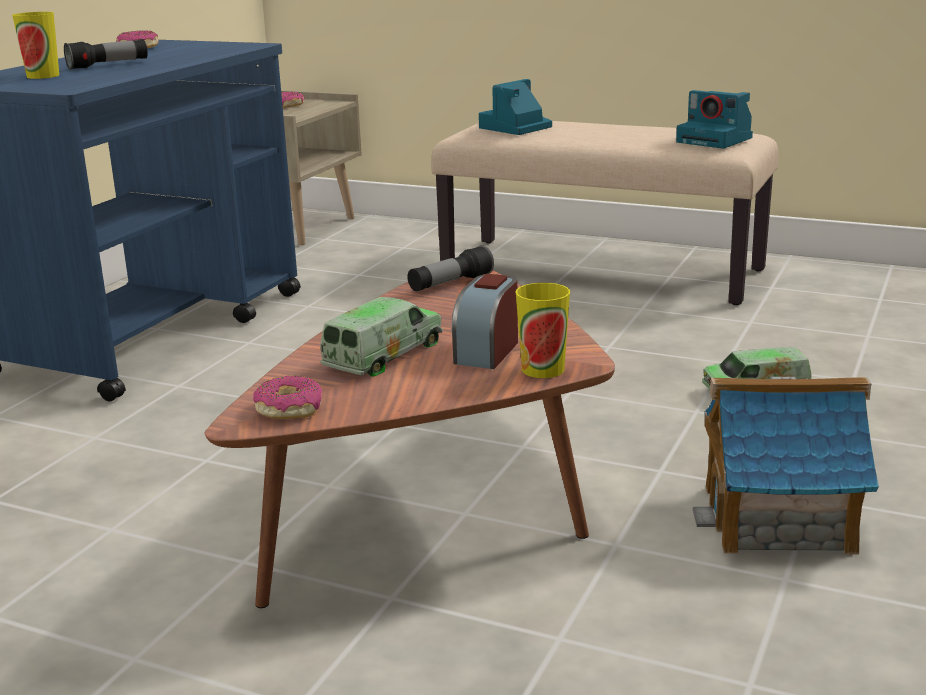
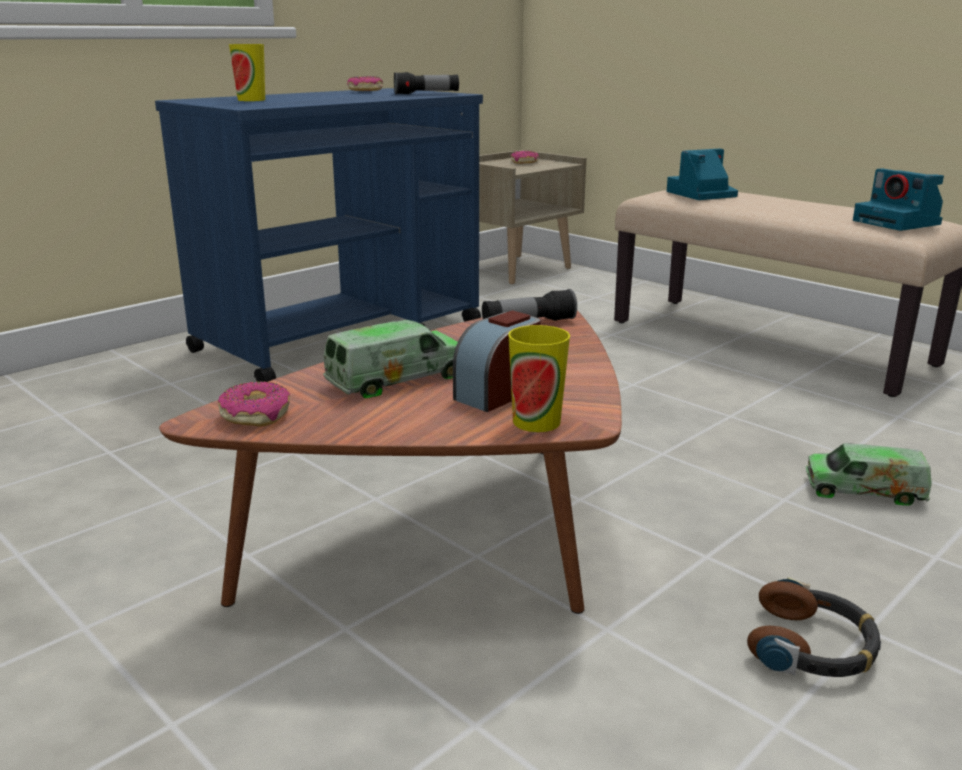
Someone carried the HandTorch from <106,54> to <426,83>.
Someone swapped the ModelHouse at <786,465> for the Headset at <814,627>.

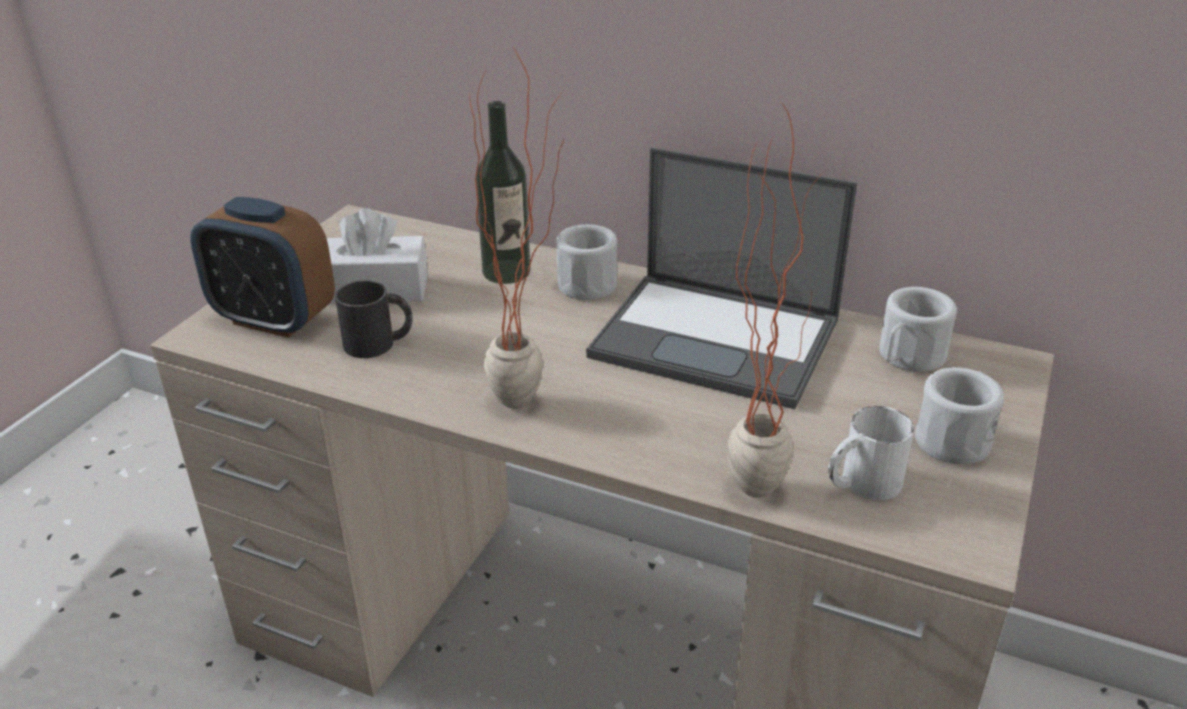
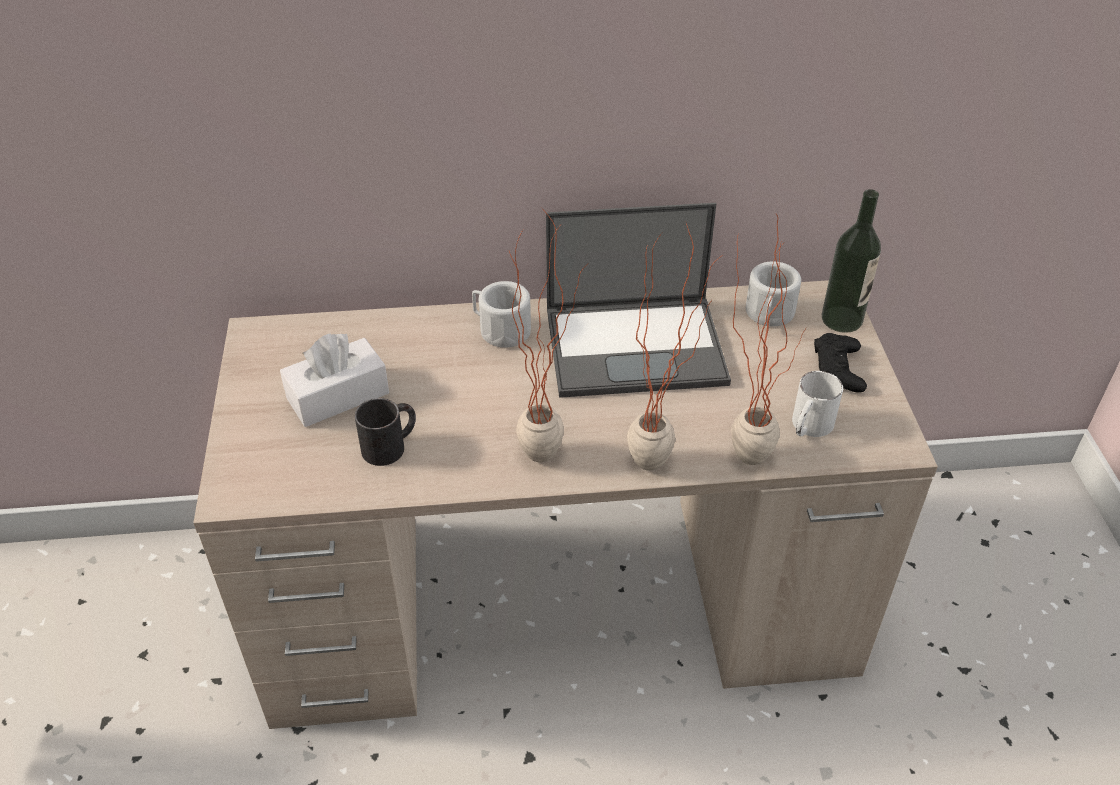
Someone took away the TableClock at <262,267>.
Someone carried the DrinkBottle from <503,192> to <851,261>.
Someone swapped the WhitishTeaMug at <959,415> for the BlackColouredGamepad at <840,363>.
Someone put down the Houseplant at <675,347>.

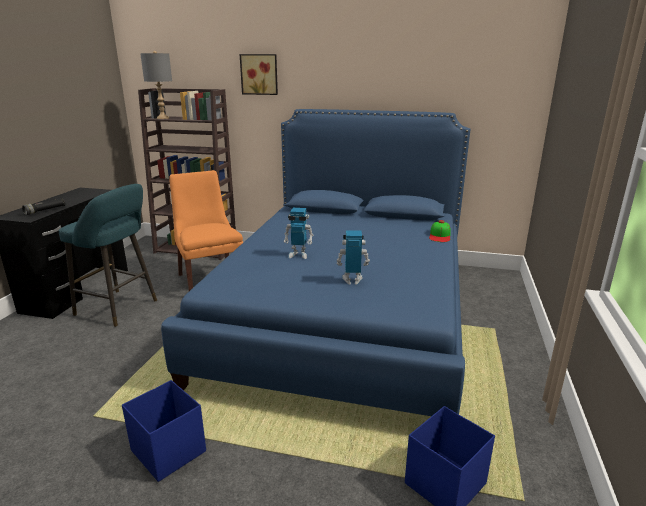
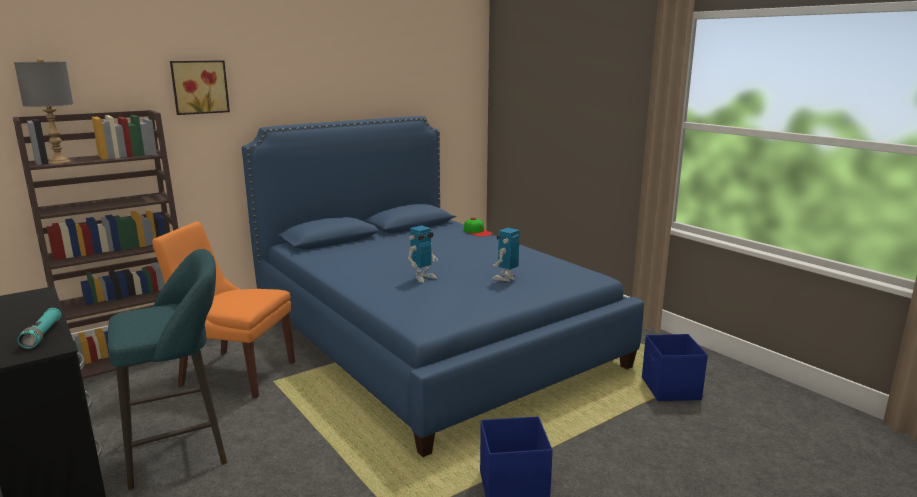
Someone repainted the BlackColouredHandTorch at <43,206>, which became the BlueGreenHandTorch at <39,328>.

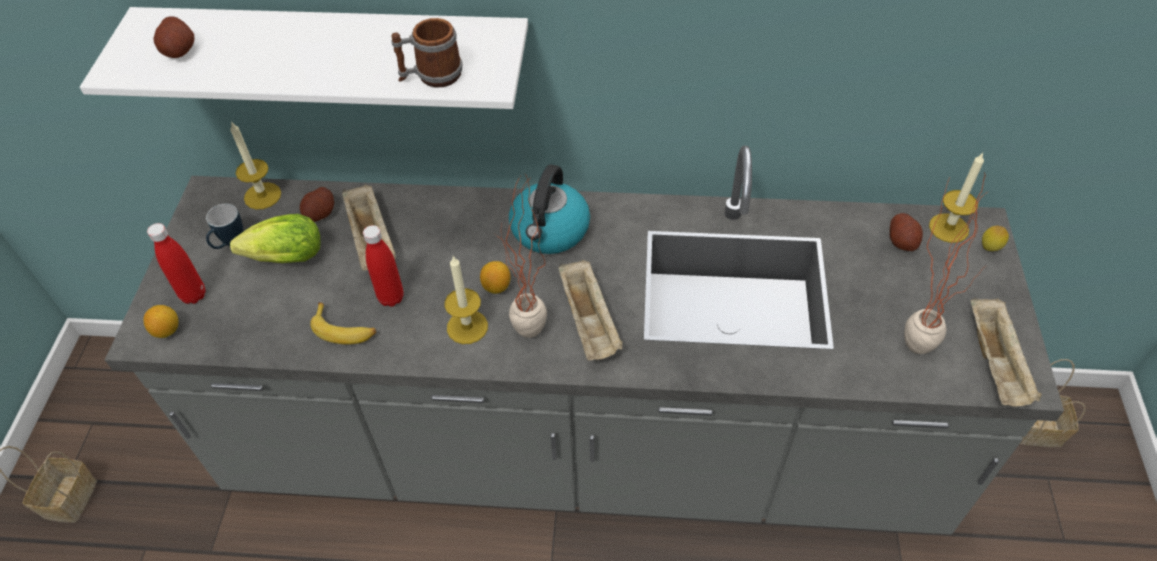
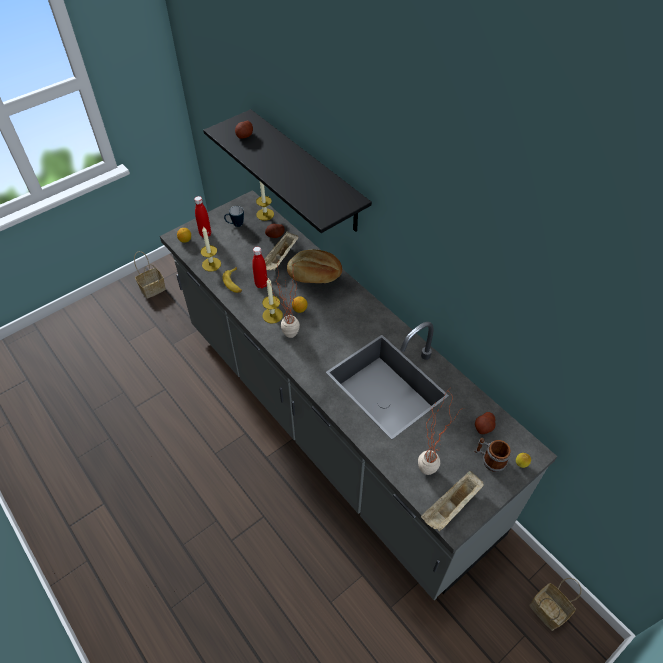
Someone repainted the WhitishWallShelf at <304,58>, which became the BlackColouredWallShelf at <287,171>.
Someone took away the LettuceHead at <275,238>.
Someone carried the TeaMug from <427,53> to <492,455>.
Someone took away the WaterKettle at <549,209>.
Someone took away the BeigeColouredCarryingTray at <590,310>.
Someone carried the WaxLight from <956,198> to <211,248>.
Someone put down the Bread at <314,266>.

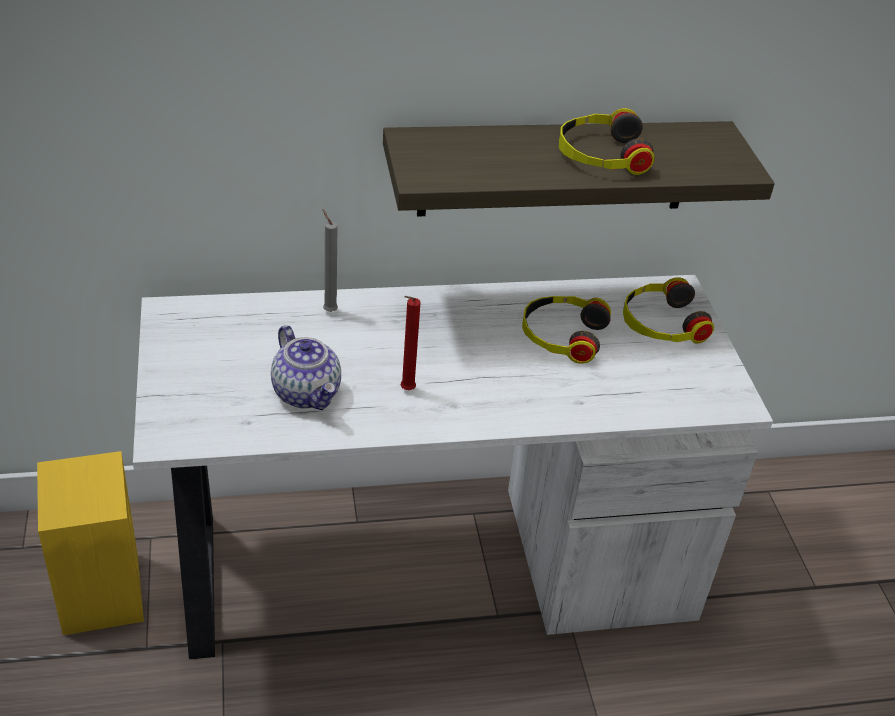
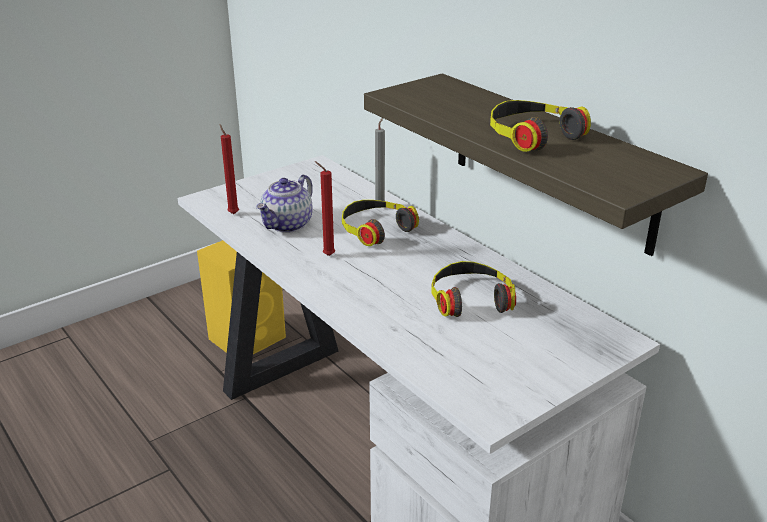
Someone carried the Headset from <668,310> to <380,223>.
Someone put down the ReddishWaxLight at <229,169>.

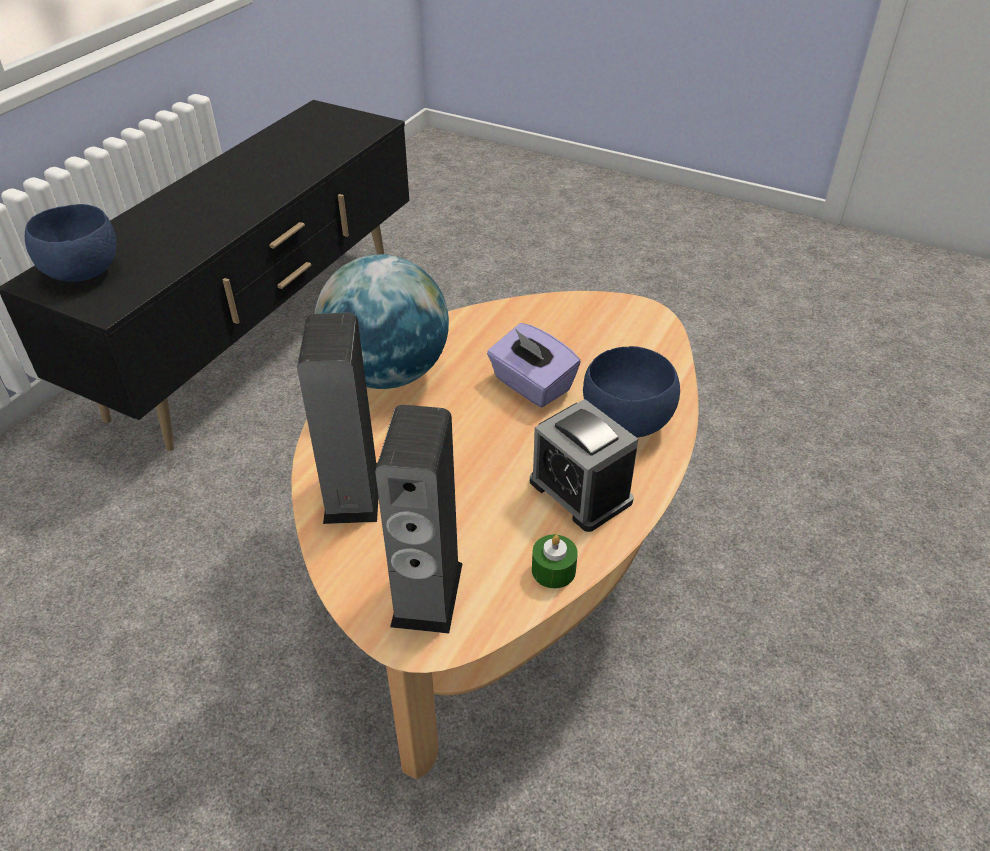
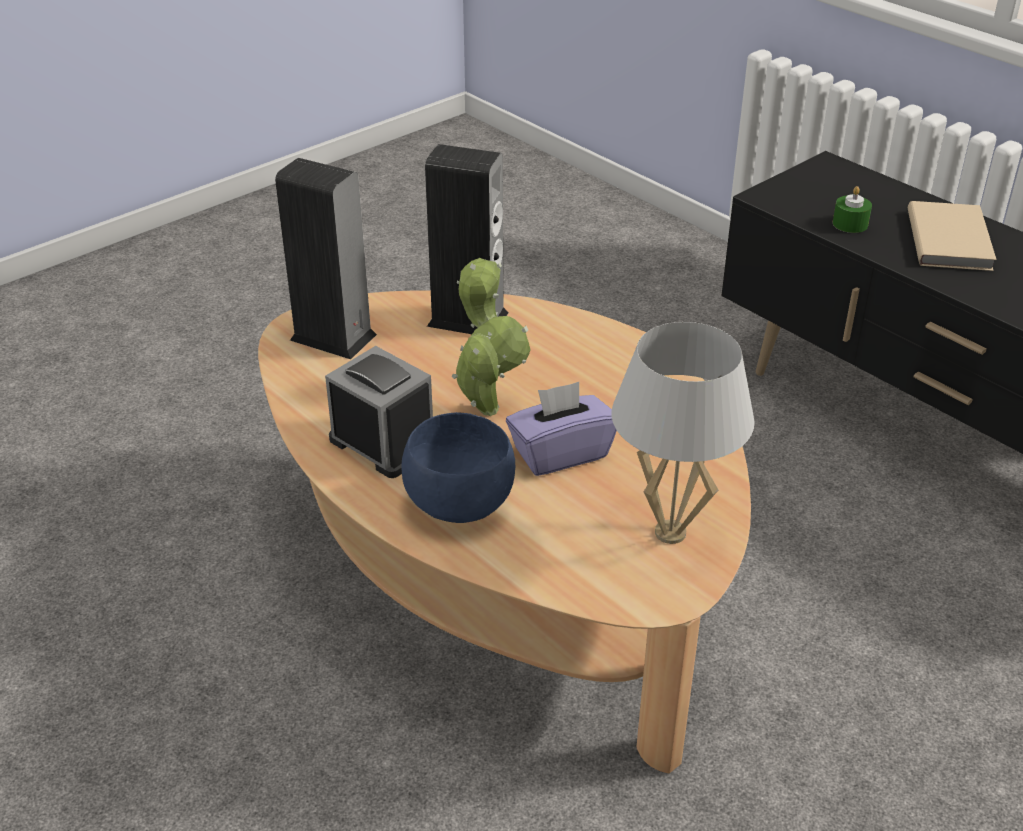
Someone took away the BlueColouredDeepDish at <70,243>.
Someone took away the WorldGlobe at <381,321>.
Someone rotated the TableClock at <584,465> by 60 degrees clockwise.
Someone carried the GreenishWaxLight from <555,561> to <852,209>.
Someone put down the Houseplant at <491,337>.
Someone put down the WhitishTabletopLamp at <683,433>.
Someone put down the BeigeColouredBook at <952,236>.

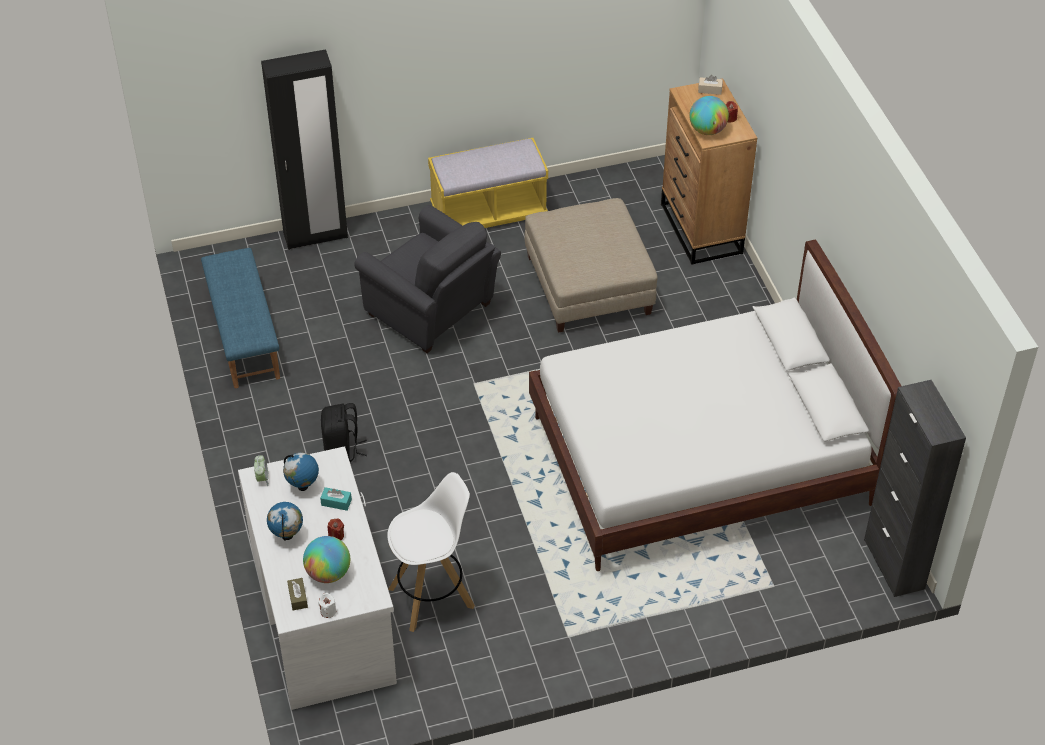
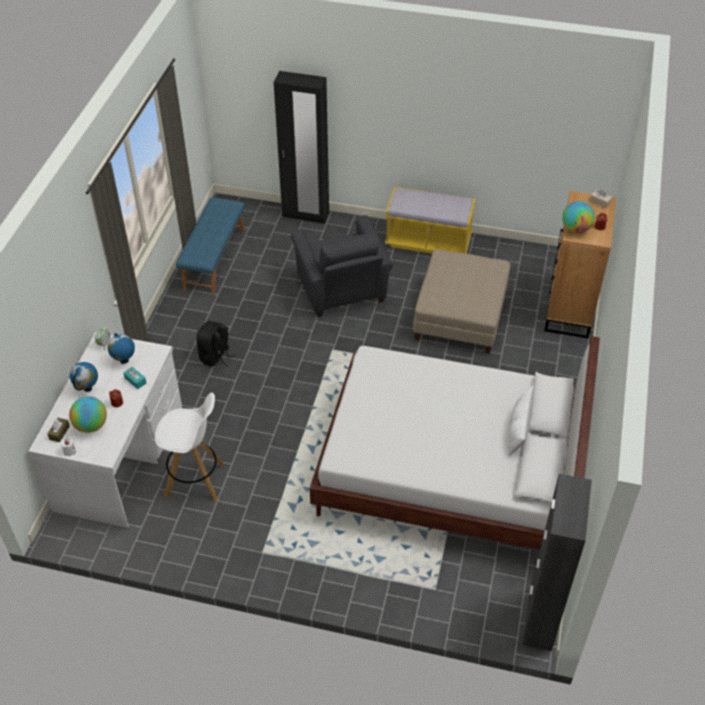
Someone put down the WhitishPillow at <521,420>.

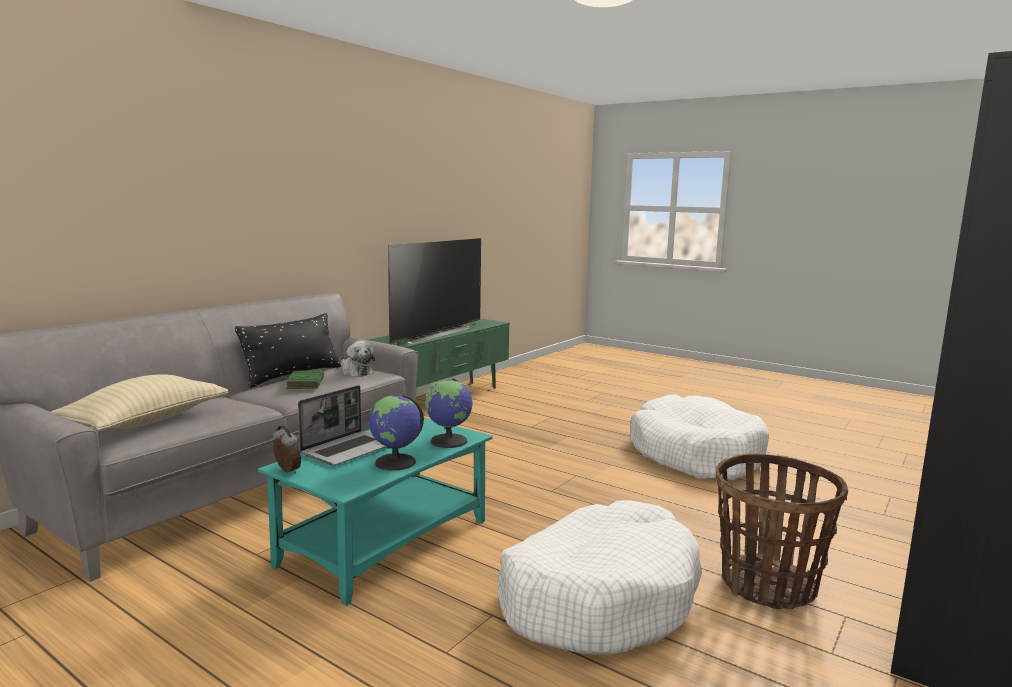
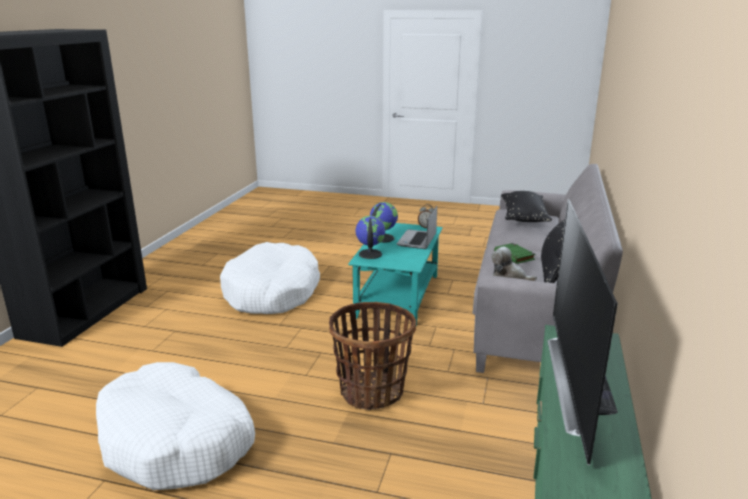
Someone repainted the BeigeColouredPillow at <140,402>, which became the BlackColouredPillow at <526,206>.
Someone carried the HouseholdBasket from <782,531> to <372,356>.

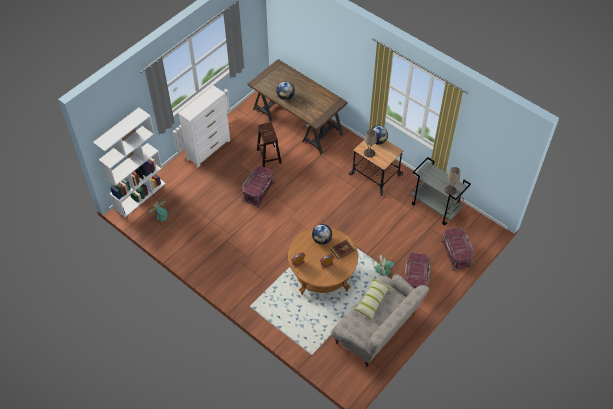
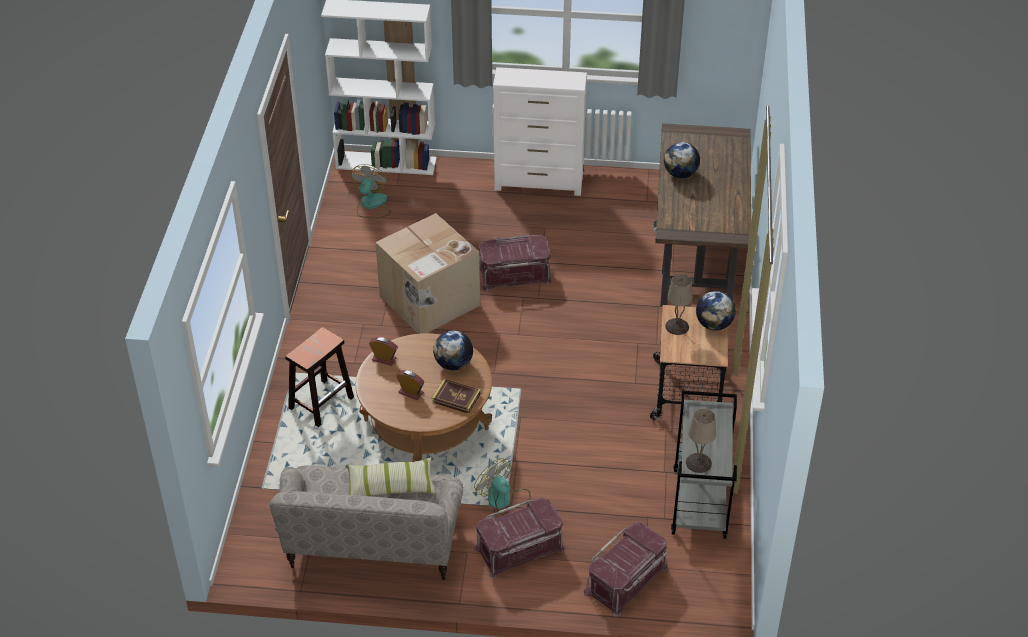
Someone carried the BrownColouredStoolSeat from <269,144> to <319,377>.
Someone put down the CardboardBox at <427,273>.

